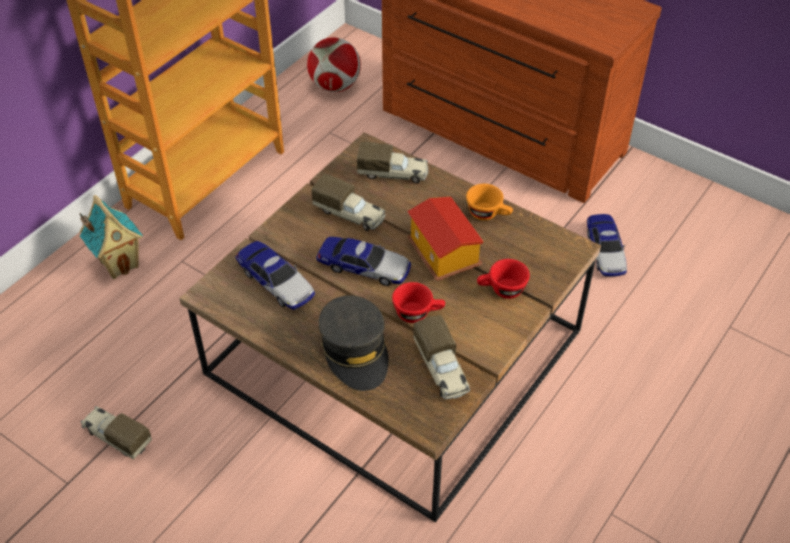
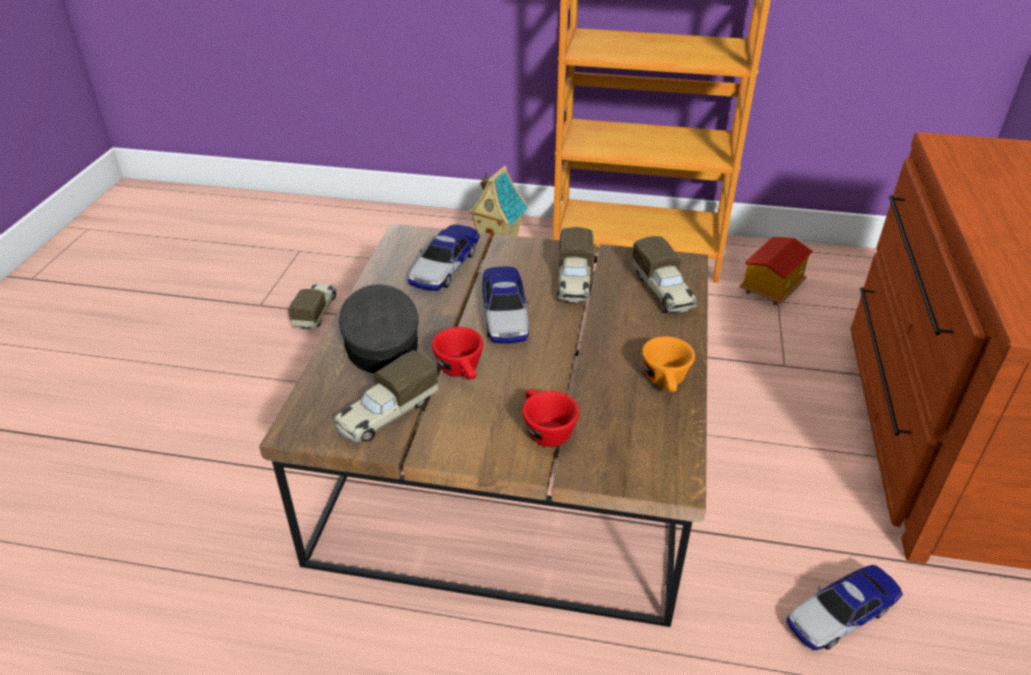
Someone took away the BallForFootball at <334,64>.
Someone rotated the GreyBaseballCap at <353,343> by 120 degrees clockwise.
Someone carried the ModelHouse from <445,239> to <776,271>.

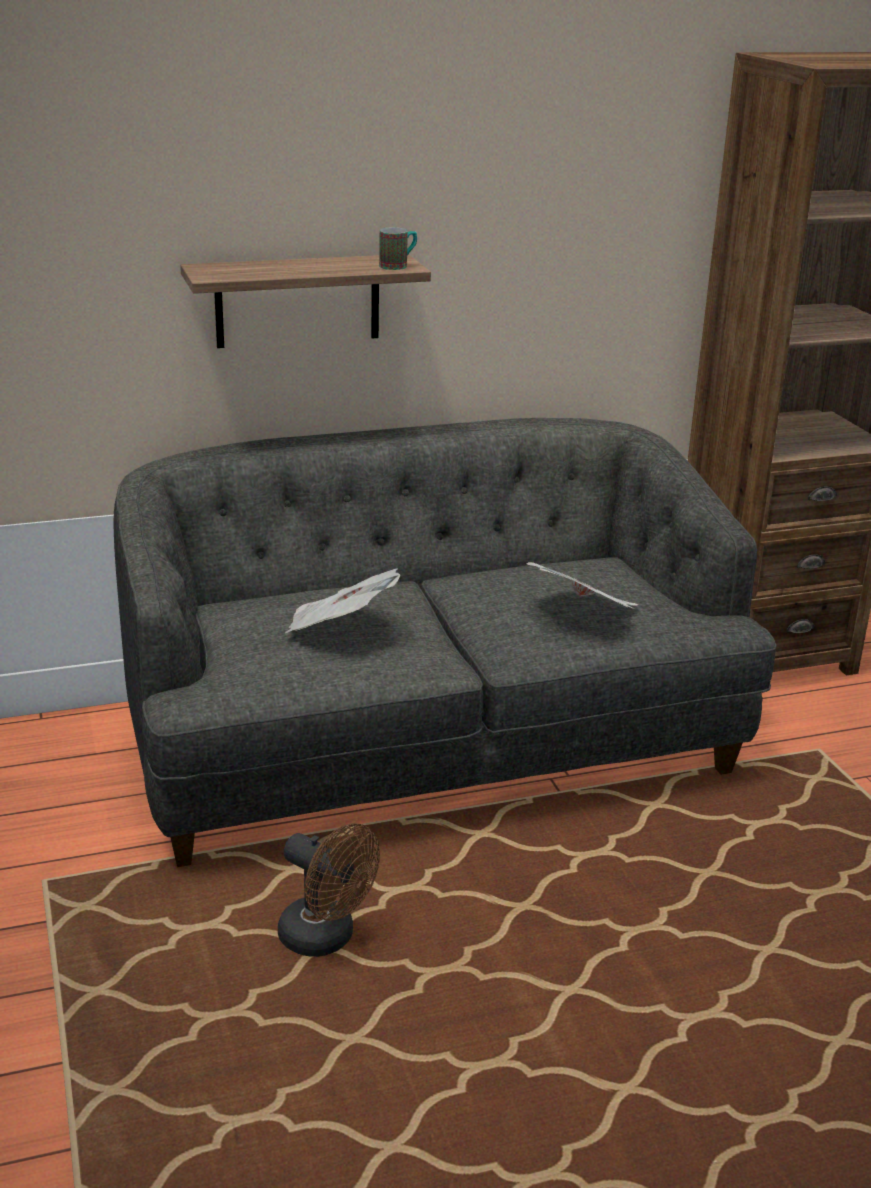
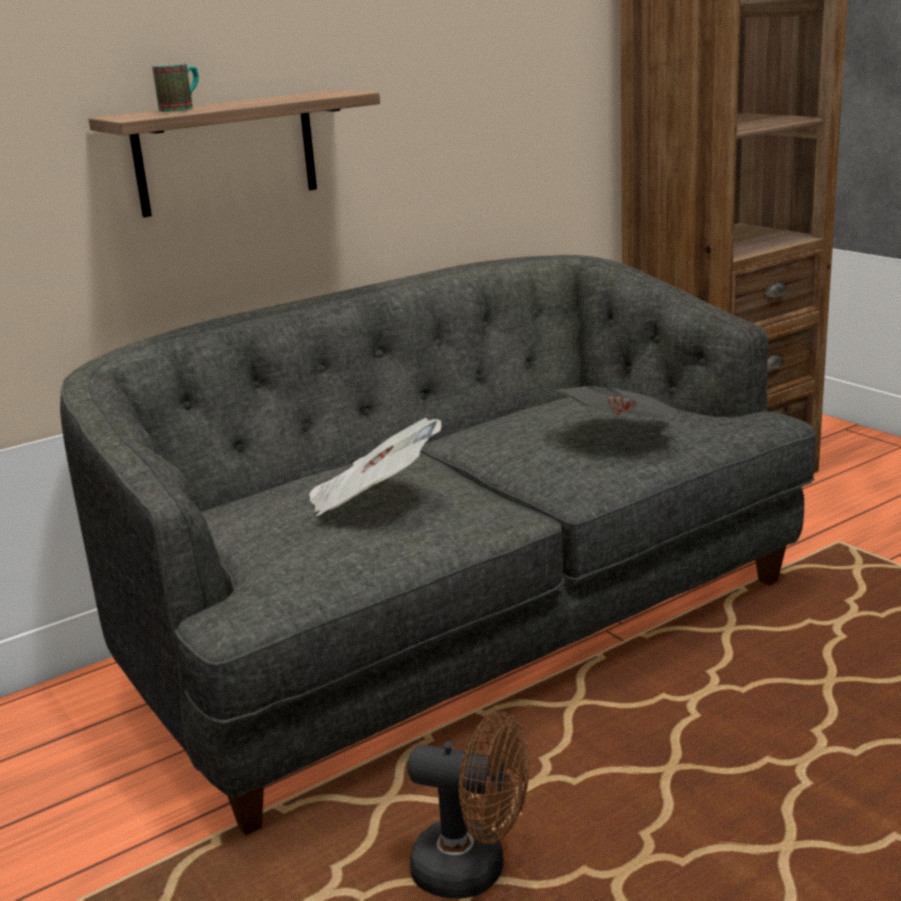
Someone carried the TeaMug from <398,248> to <175,87>.

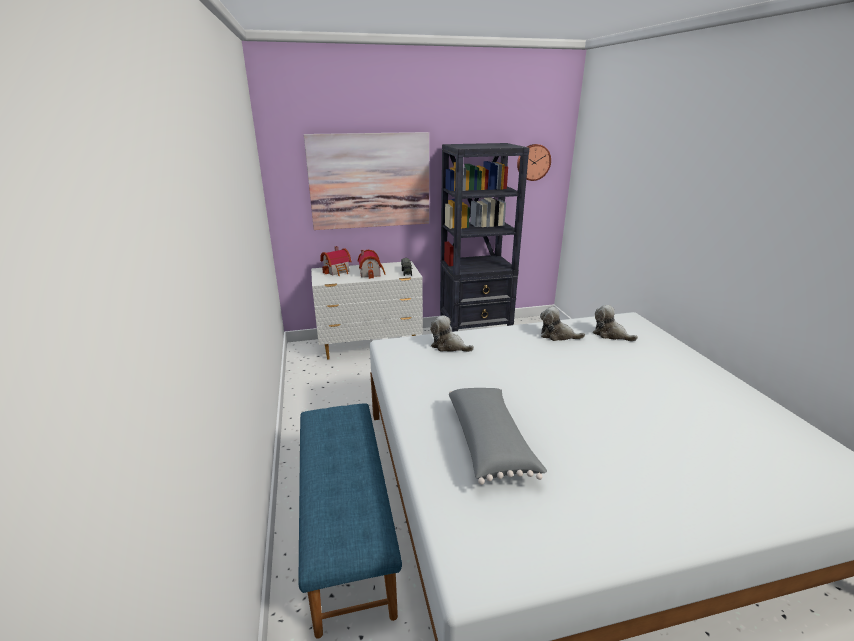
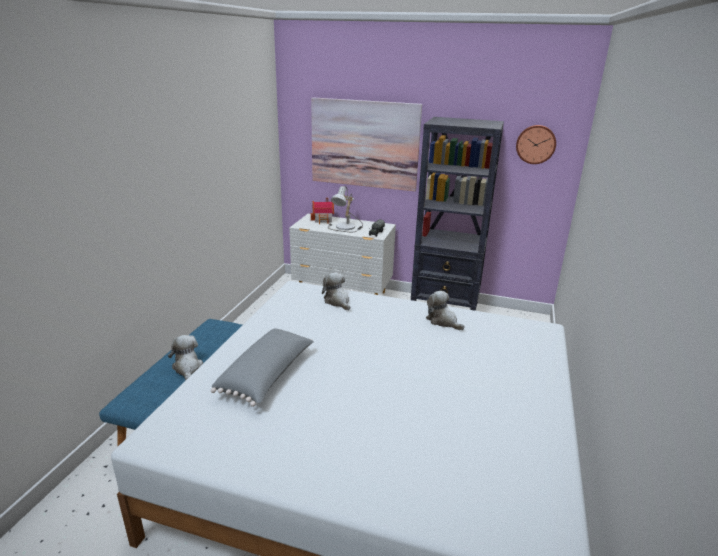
Someone swapped the ModelHouse at <372,264> for the TabletopLamp at <345,209>.
Someone carried the CuddlyToy from <615,323> to <185,357>.

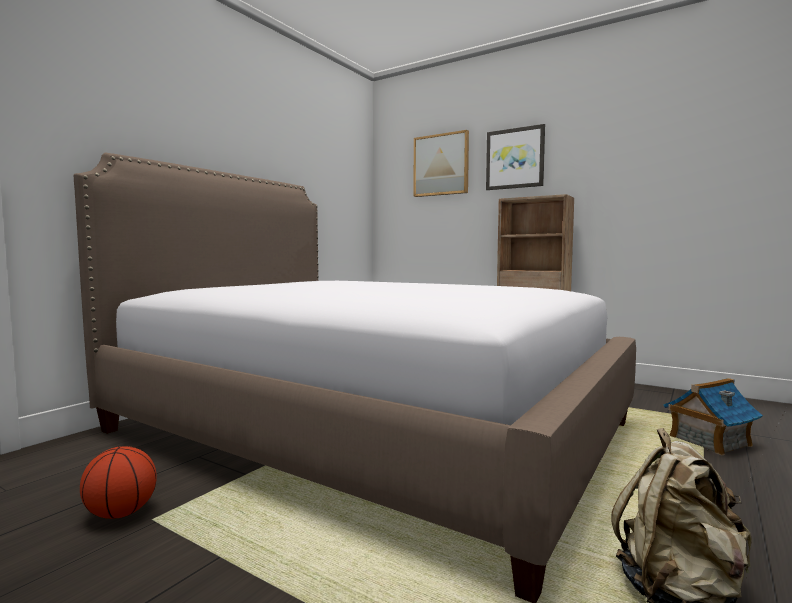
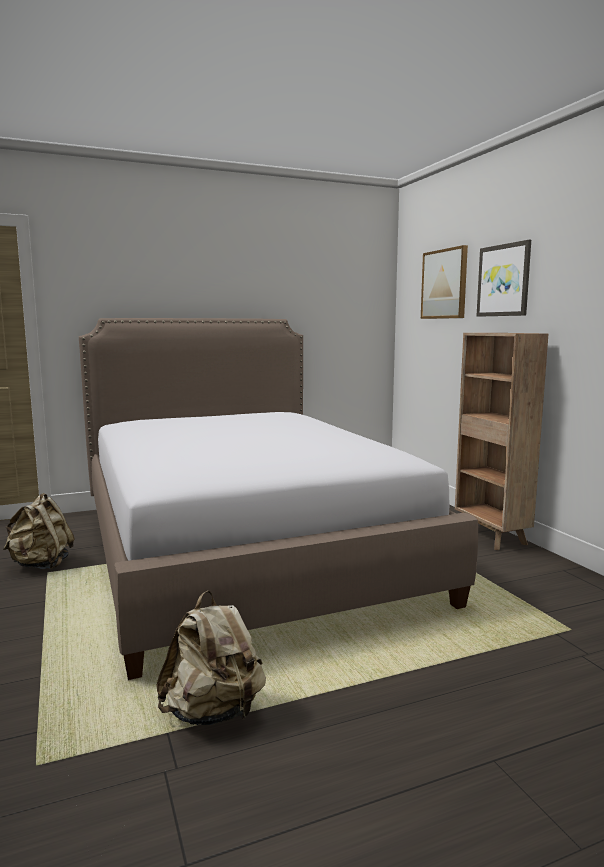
Someone swapped the BallForBasketball at <118,482> for the BeigeColouredKnapsack at <39,531>.
Someone took away the ModelHouse at <713,417>.

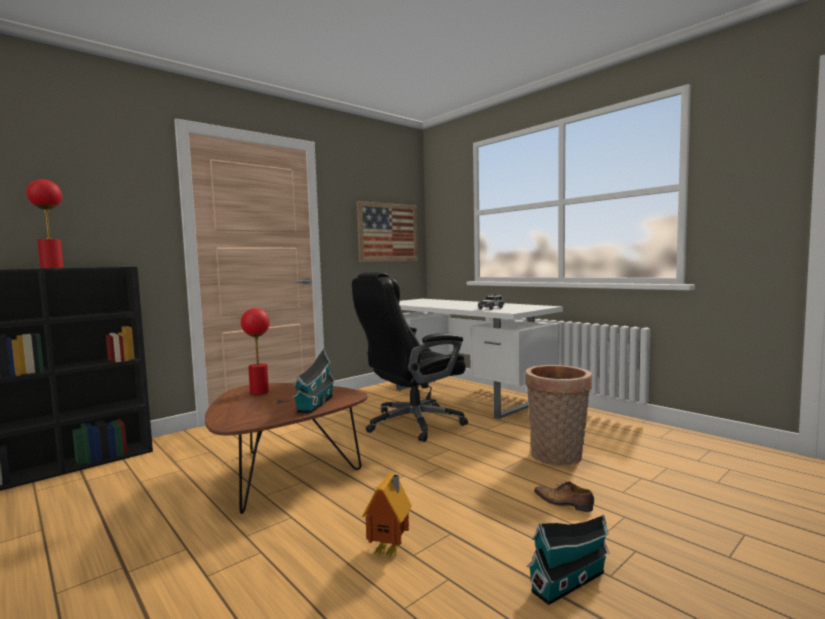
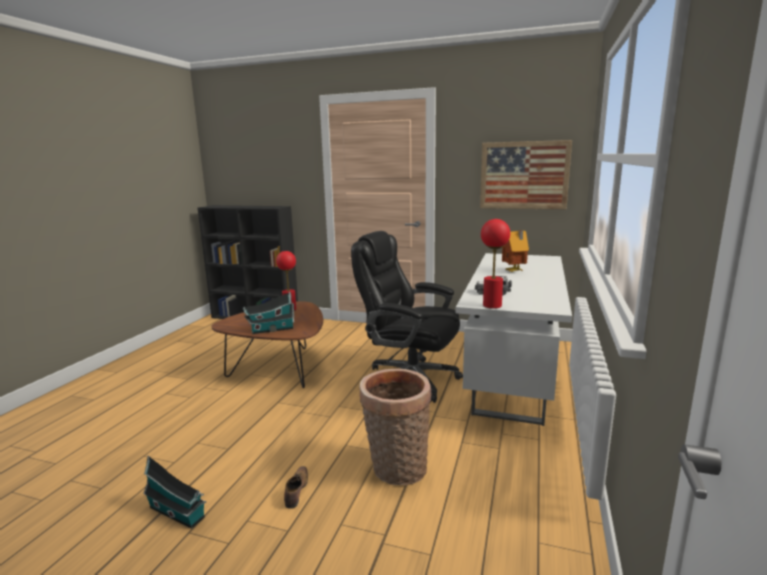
Someone carried the ReddishTabletopLamp from <45,224> to <495,264>.
Someone carried the ModelHouse from <387,515> to <515,251>.

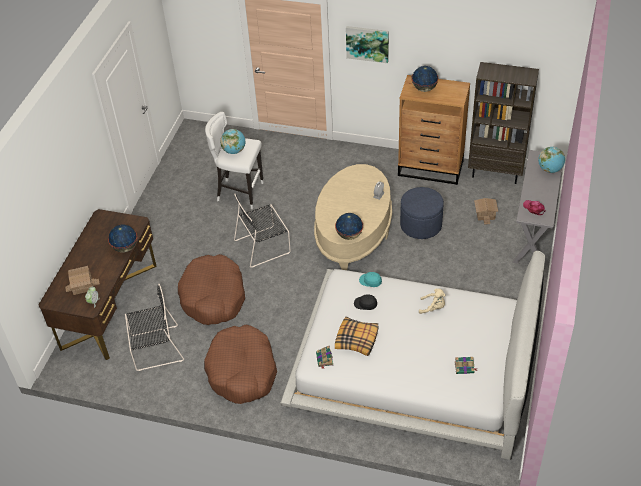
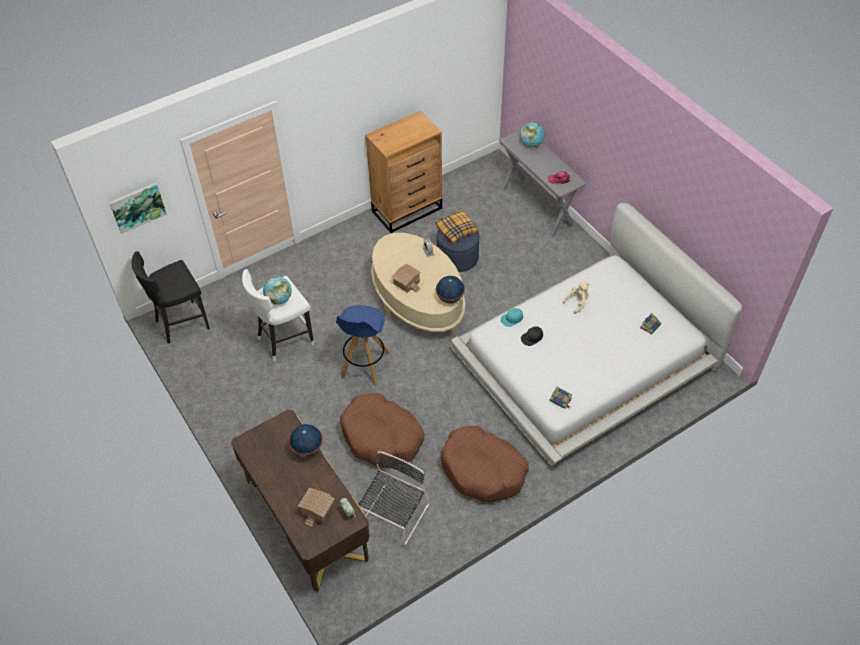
Someone swapped the BlackColouredPlainChair at <262,231> for the BlueColouredStoolSeat at <363,345>.
Someone carried the Pillow from <356,336> to <456,226>.
Someone carried the WallArt from <367,44> to <138,208>.
Someone took away the WorldGlobe at <424,79>.
Someone took away the BrownColouredShelvingUnit at <503,123>.
Someone carried the ModelHouse from <486,211> to <406,278>.
Someone put down the BlackColouredStoolSeat at <171,297>.

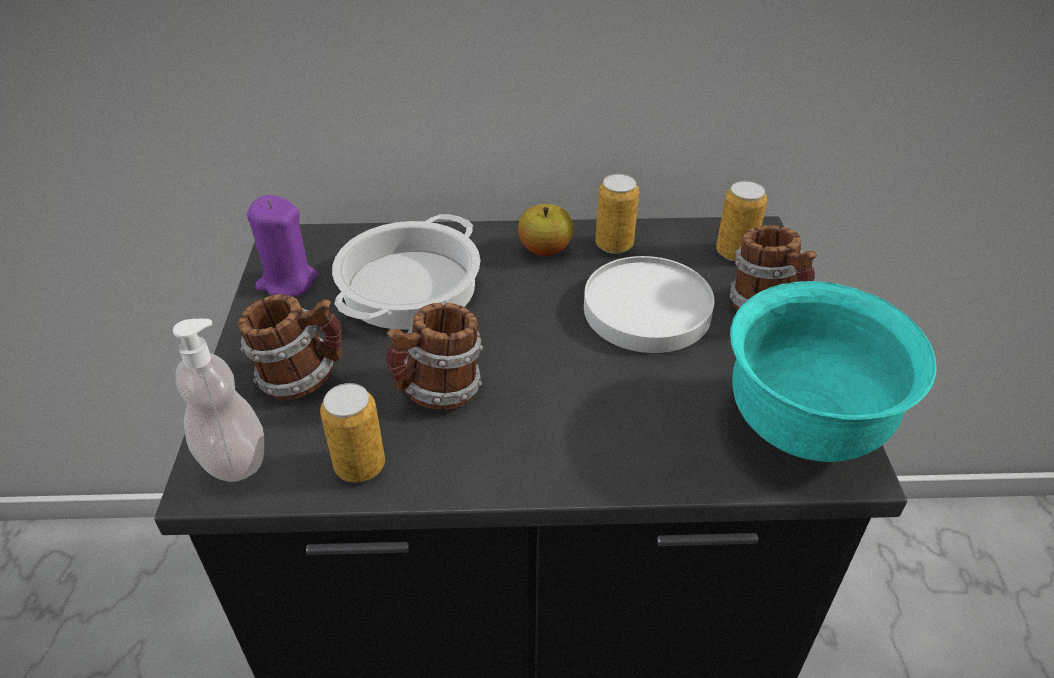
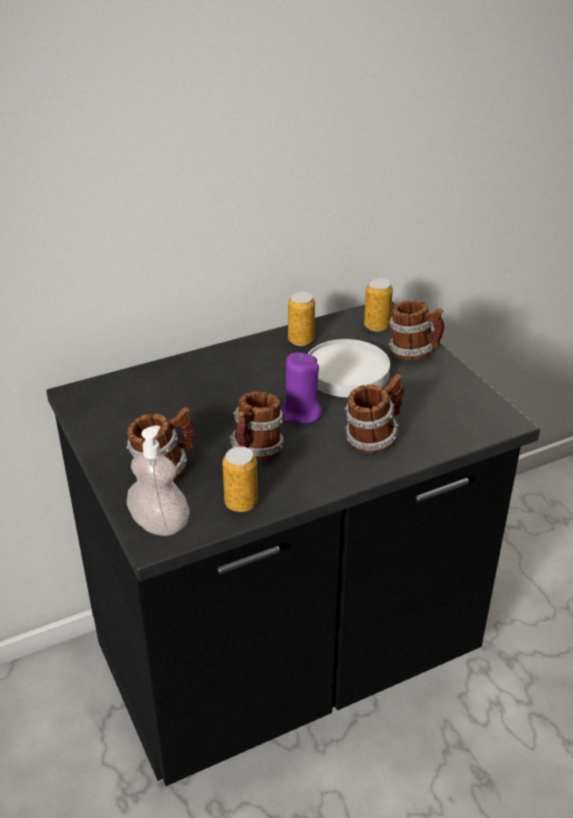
Someone carried the PurplishWaxLight from <282,246> to <301,388>.
Someone took away the CookingPot at <406,272>.
Someone took away the WholeApple at <545,230>.
Someone took away the BlueGreenDeepDish at <833,371>.
Someone put down the TeaMug at <374,413>.

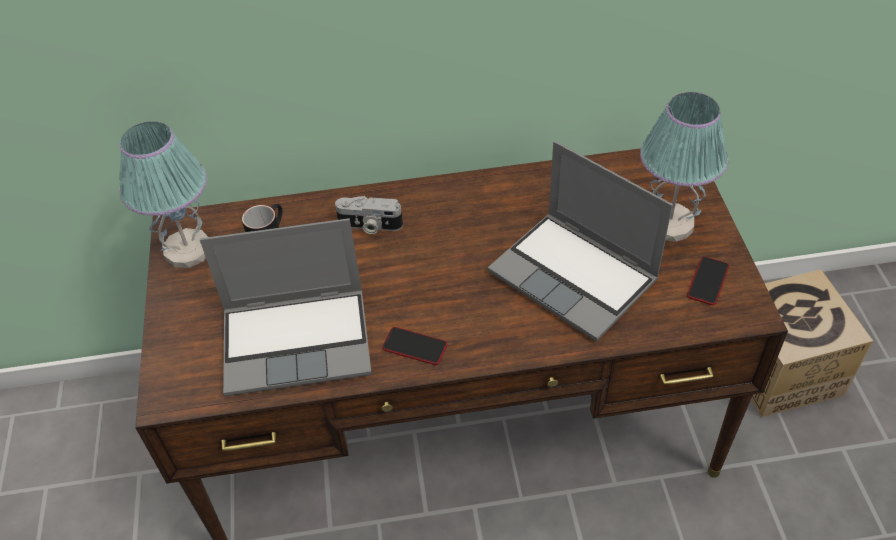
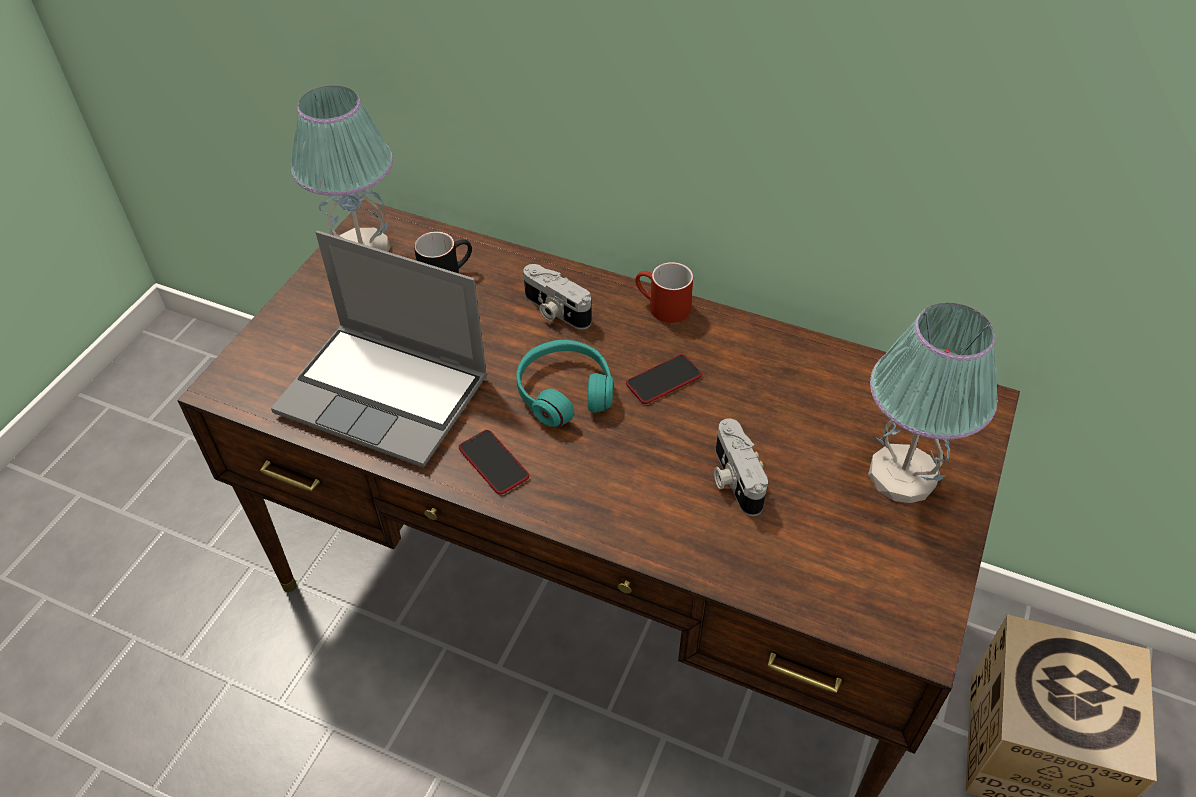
Someone swapped the NotebookComputer at <580,241> for the StillCamera at <741,467>.
Someone carried the Phone from <708,281> to <664,379>.
Someone put down the BlueGreenHeadset at <564,383>.
Someone put down the ReddishTeaMug at <664,292>.

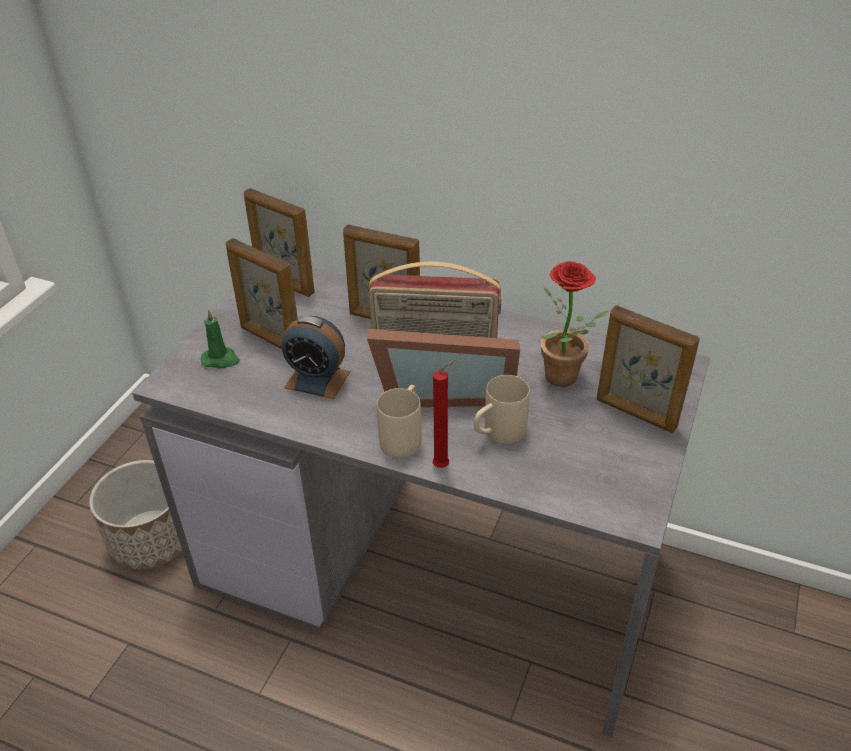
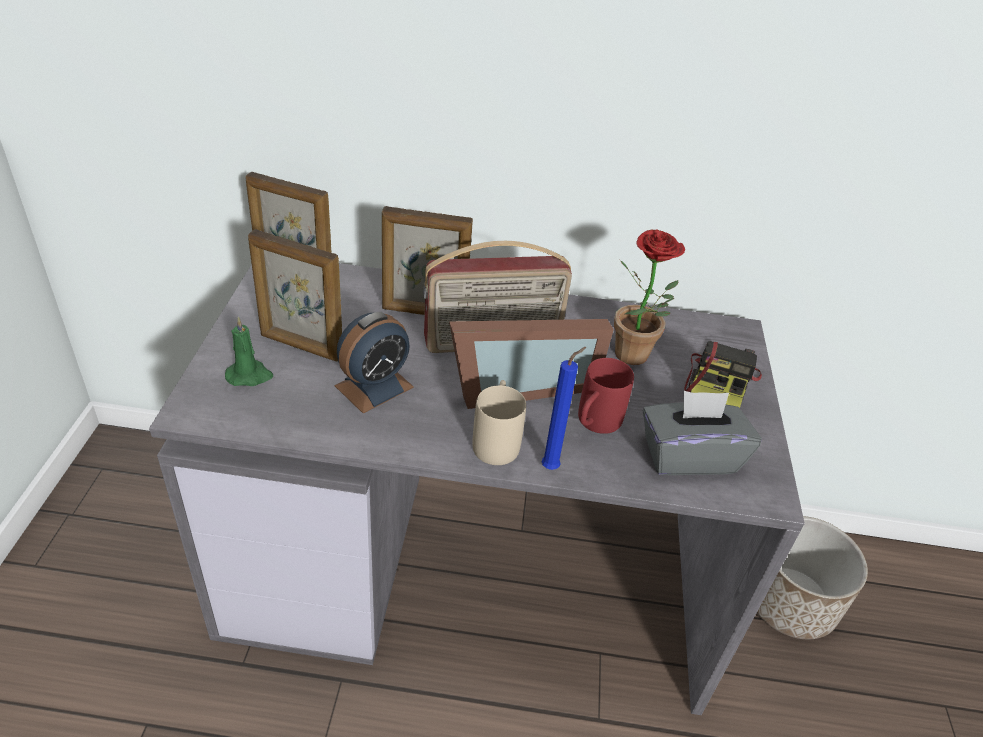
Someone carried the Planter from <135,515> to <812,577>.
Someone rotated the TableClock at <316,357> by 45 degrees counterclockwise.
Someone repainted the ReddishWaxLight at <444,414>, which became the BlueColouredWaxLight at <564,408>.
Someone repainted the BeigeColouredTeaMug at <502,409>, which became the ReddishTeaMug at <606,396>.
Someone swapped the PictureFrame at <648,369> for the StillCamera at <723,374>.
Someone put down the GreyTissueHolder at <702,433>.

